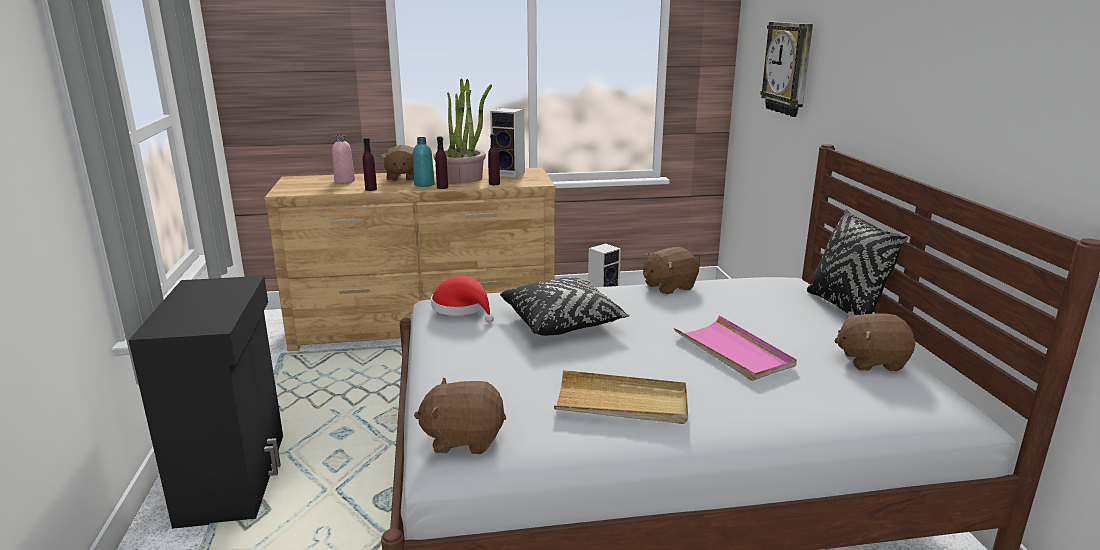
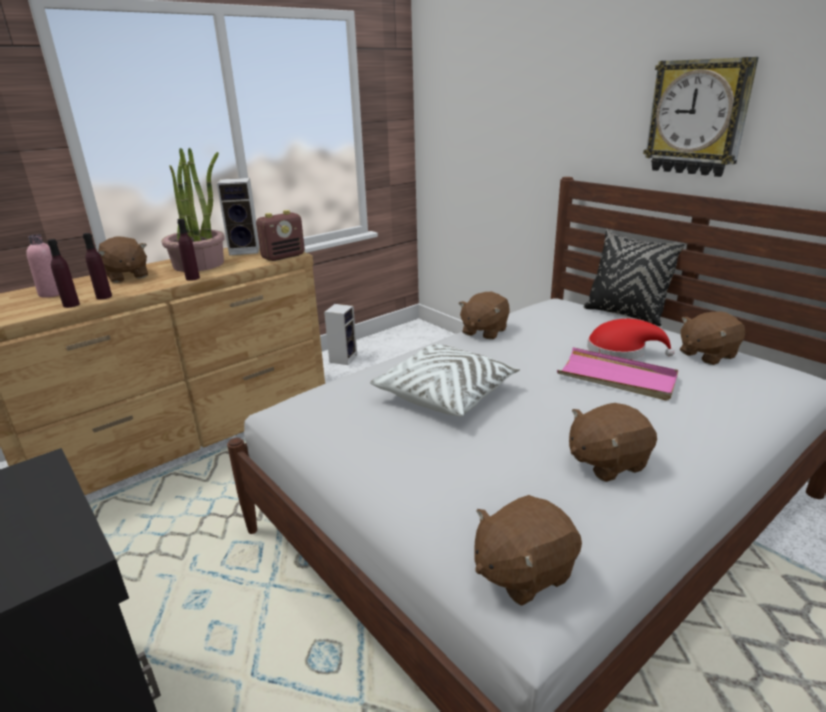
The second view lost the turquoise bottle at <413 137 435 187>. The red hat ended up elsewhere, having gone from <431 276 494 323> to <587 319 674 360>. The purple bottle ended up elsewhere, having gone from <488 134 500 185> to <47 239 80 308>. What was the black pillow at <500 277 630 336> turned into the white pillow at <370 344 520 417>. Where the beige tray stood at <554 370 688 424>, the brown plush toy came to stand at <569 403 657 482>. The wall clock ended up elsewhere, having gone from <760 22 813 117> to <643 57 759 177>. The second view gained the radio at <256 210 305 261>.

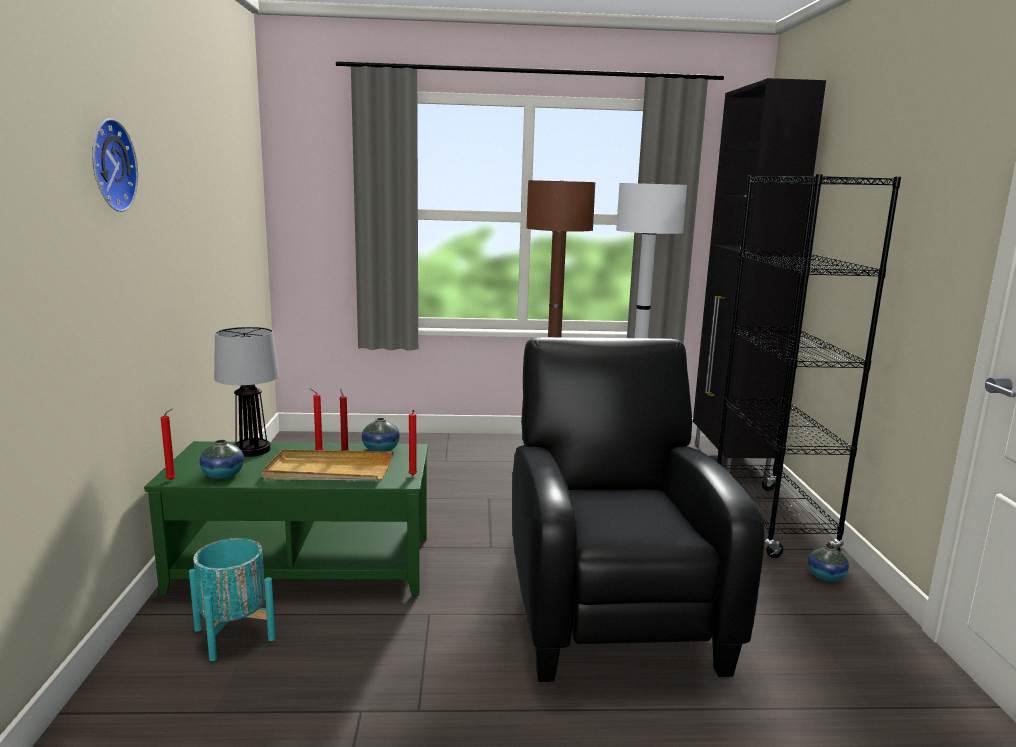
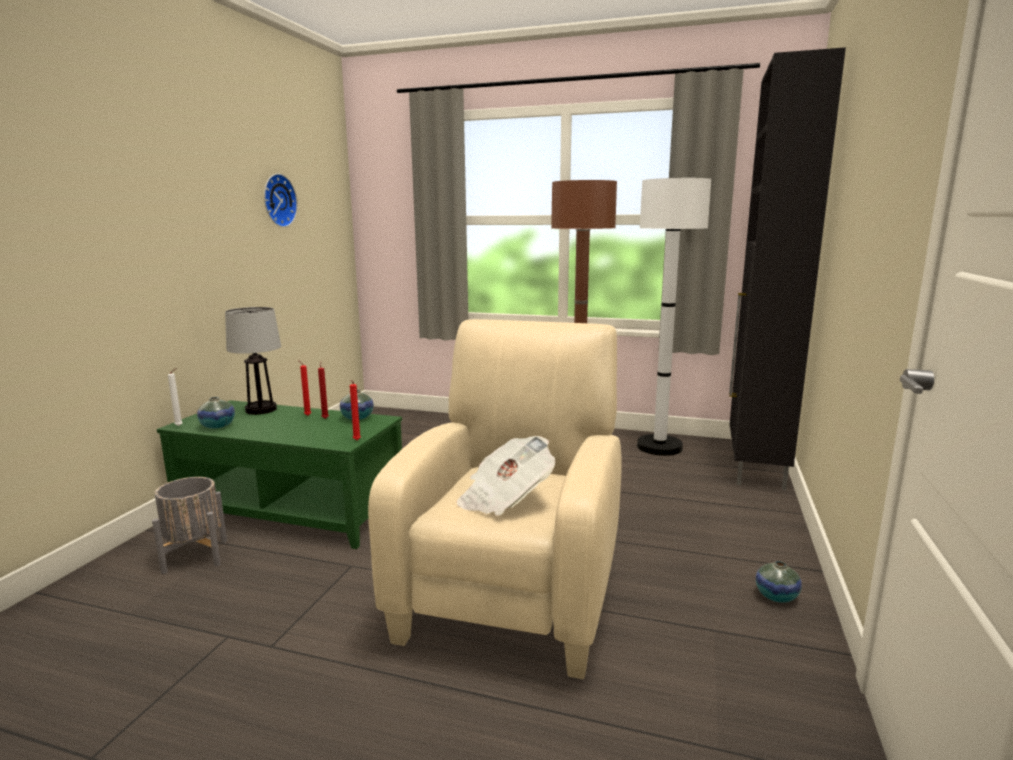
The wall clock ended up elsewhere, having gone from <92 118 138 212> to <264 173 298 227>. What was the red candle at <161 409 176 480> turned into the white candle at <168 368 183 426>. What was the turquoise planter at <189 538 276 661> turned into the grey planter at <152 477 227 574>. The second view lost the beige tray at <262 450 392 480>. What was the black armchair at <512 337 764 682> turned into the beige armchair at <368 319 622 679>. The second view lost the black bookcase at <717 174 901 558>. The second view gained the newspaper at <457 436 555 516>.

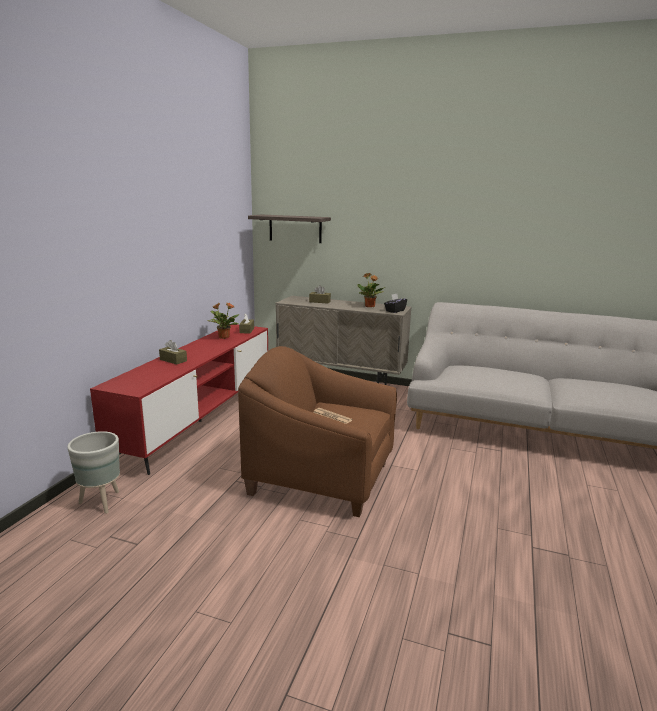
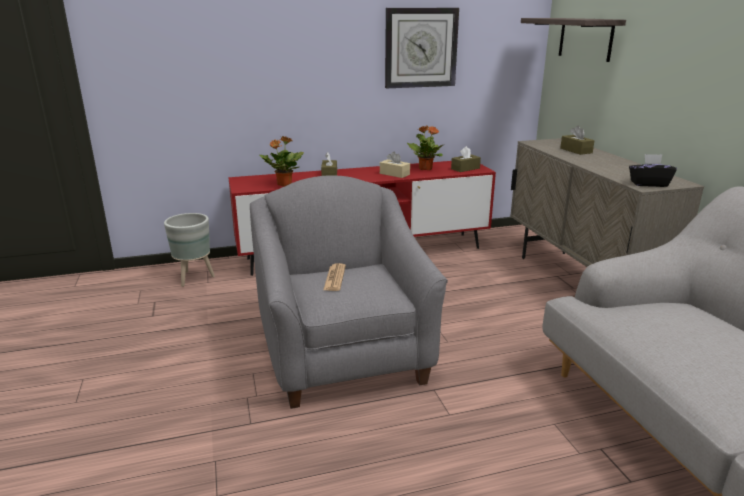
What was the brown armchair at <238 346 397 517> turned into the grey armchair at <250 175 448 409>. The potted plant ended up elsewhere, having gone from <357 273 386 307> to <259 136 304 186>. The second view gained the beige tissue box at <380 151 410 178>. The second view gained the wall clock at <385 8 459 88>.

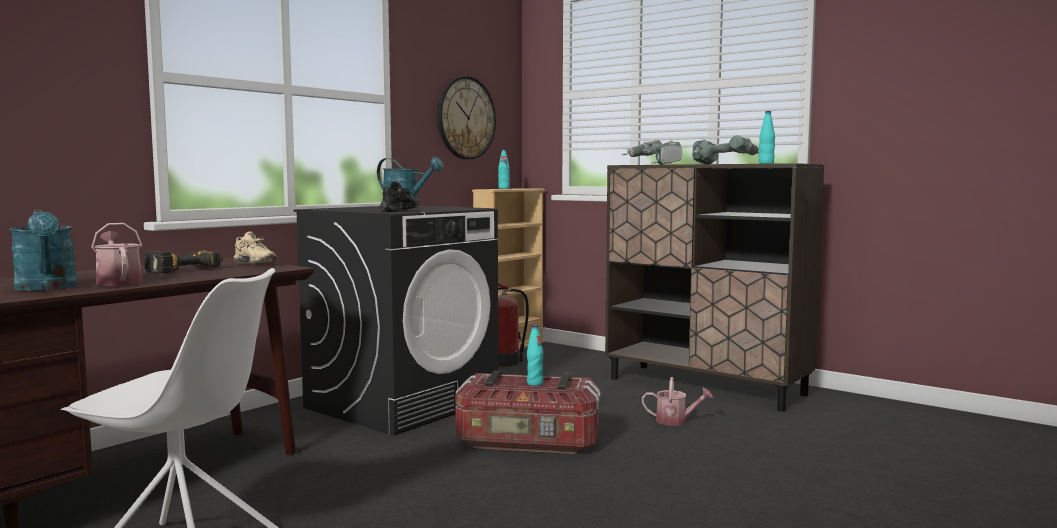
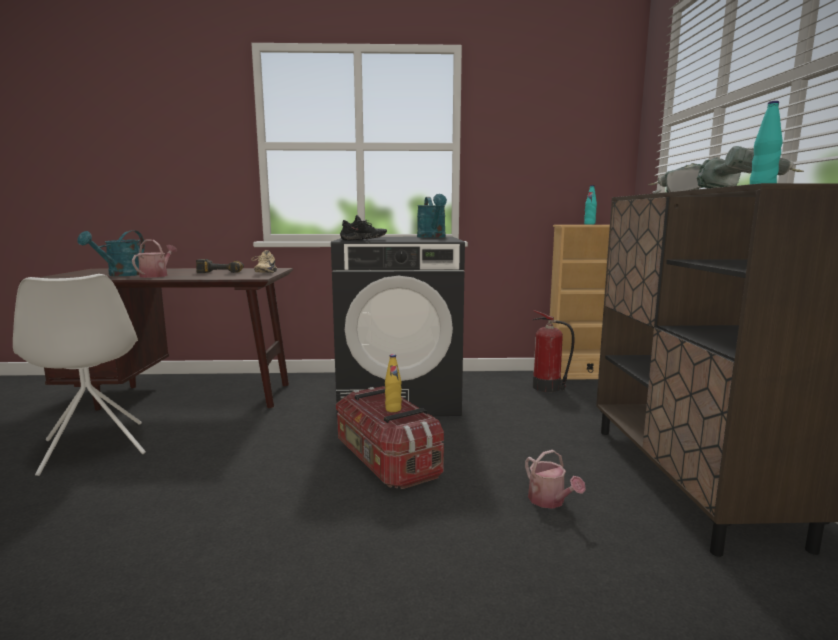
The second view lost the wall clock at <437 76 496 159>. What was the turquoise bottle at <527 325 543 386> turned into the yellow bottle at <385 354 402 412>.

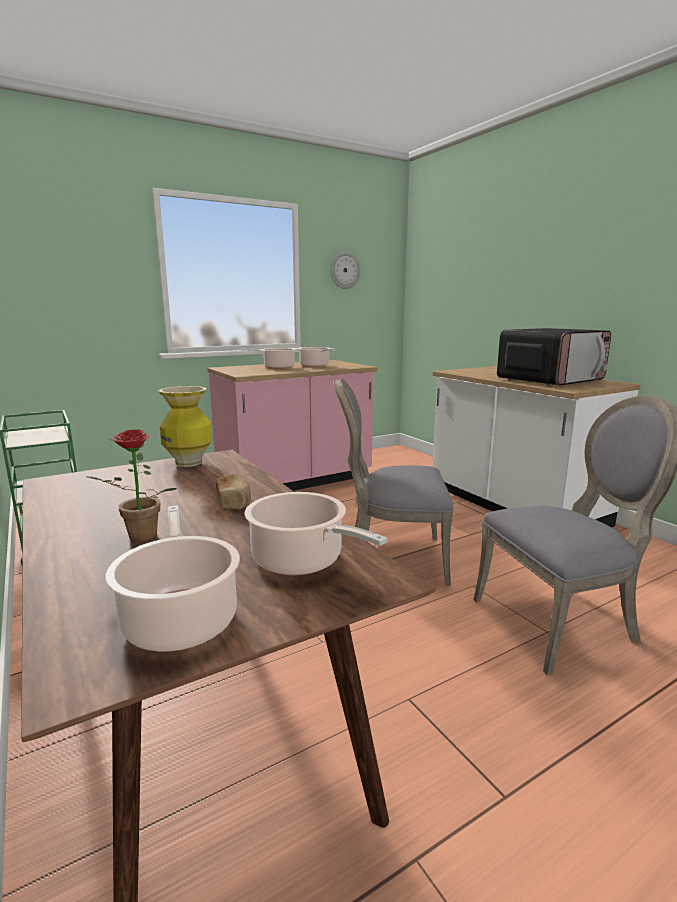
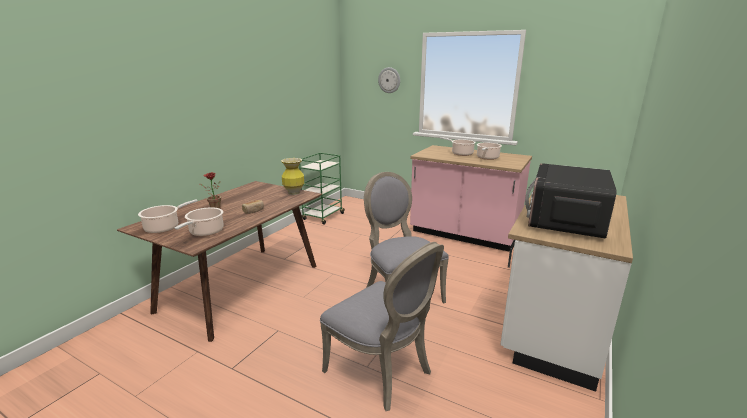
The wall clock ended up elsewhere, having gone from <330 252 360 289> to <378 67 400 93>. The microwave at <497 328 611 386> ended up facing another way, 90 degrees clockwise from before.

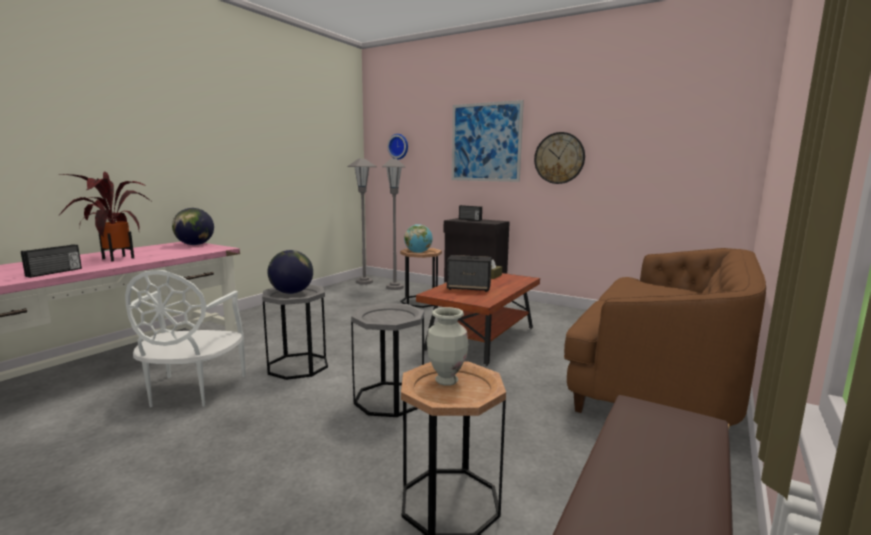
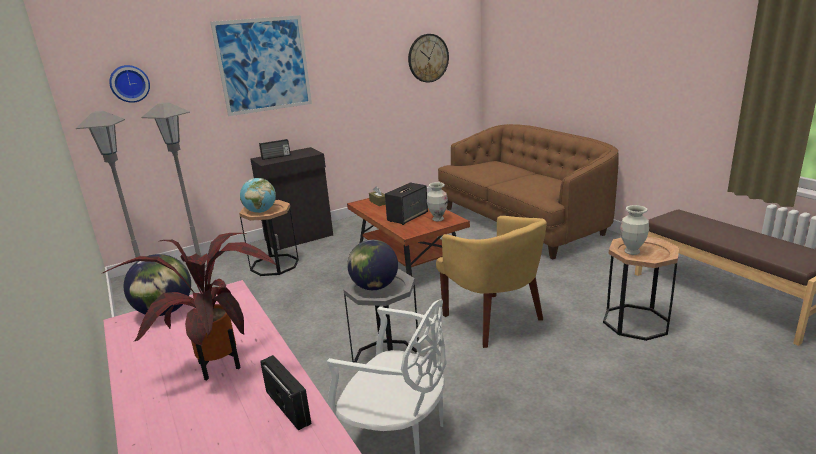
Where the grey side table stood at <351 303 424 417>, the yellow armchair came to stand at <436 216 547 348>. The wall clock ended up elsewhere, having gone from <534 132 585 184> to <408 34 449 83>. The second view gained the vase at <427 182 448 221>.

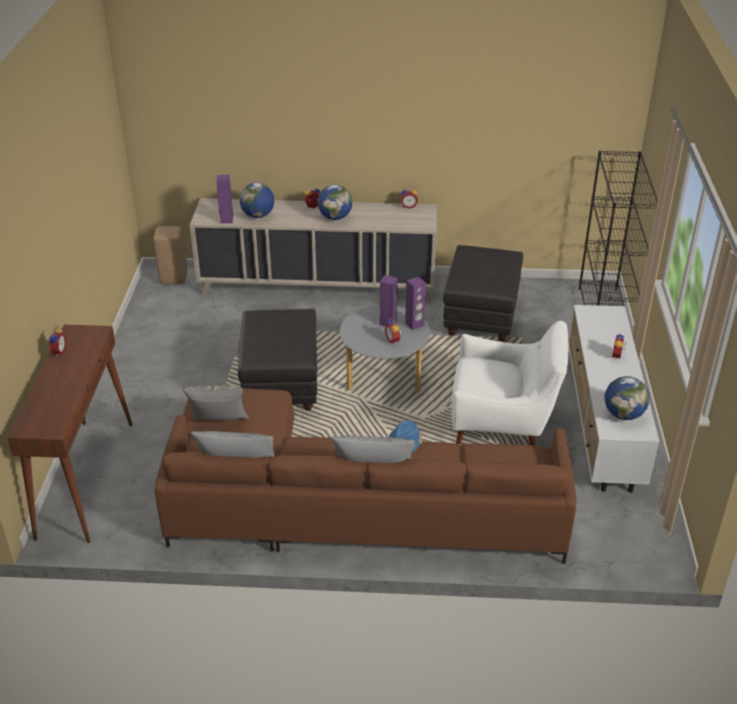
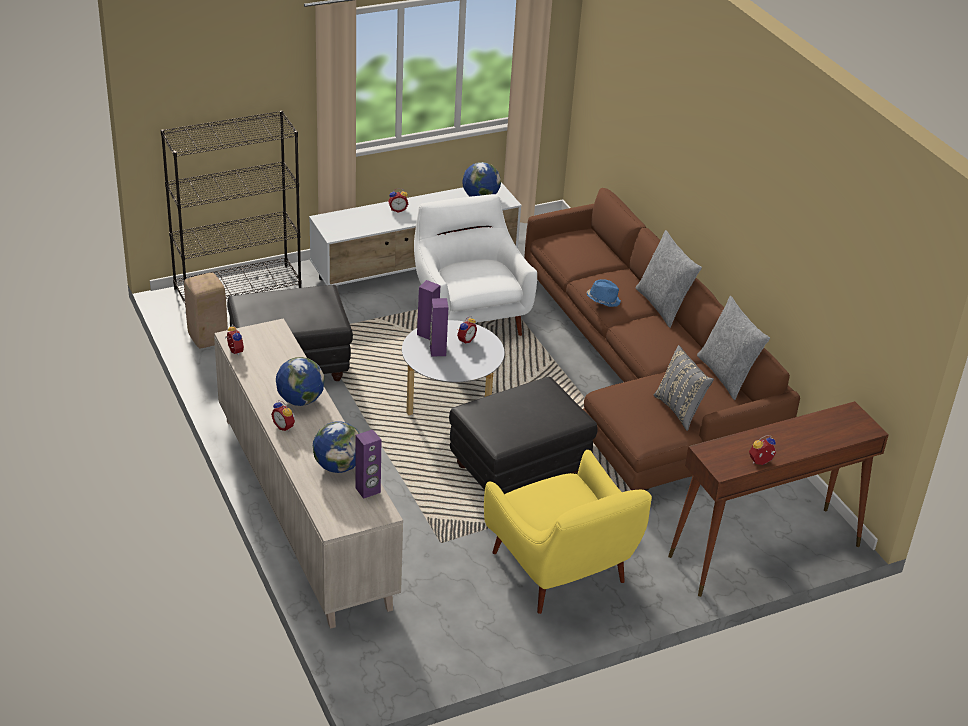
The beige stool ended up elsewhere, having gone from <153 226 187 284> to <184 273 228 348>. The second view gained the yellow armchair at <484 450 652 614>.

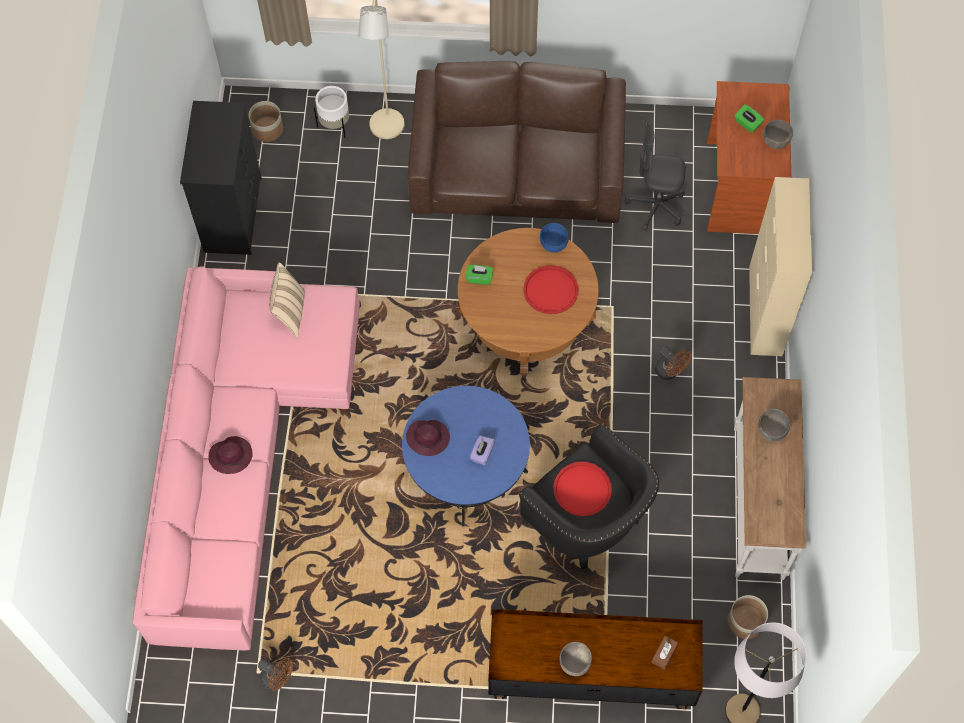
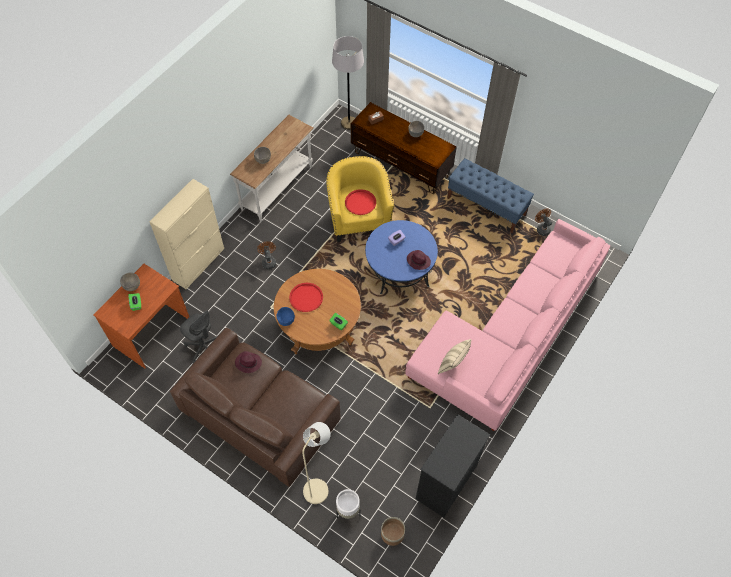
The purple hat ended up elsewhere, having gone from <208 436 253 474> to <235 351 262 373>. What was the black armchair at <519 423 659 569> turned into the yellow armchair at <326 156 394 242>. The second view lost the planter at <728 595 768 639>. The second view gained the blue bench at <447 158 534 234>.

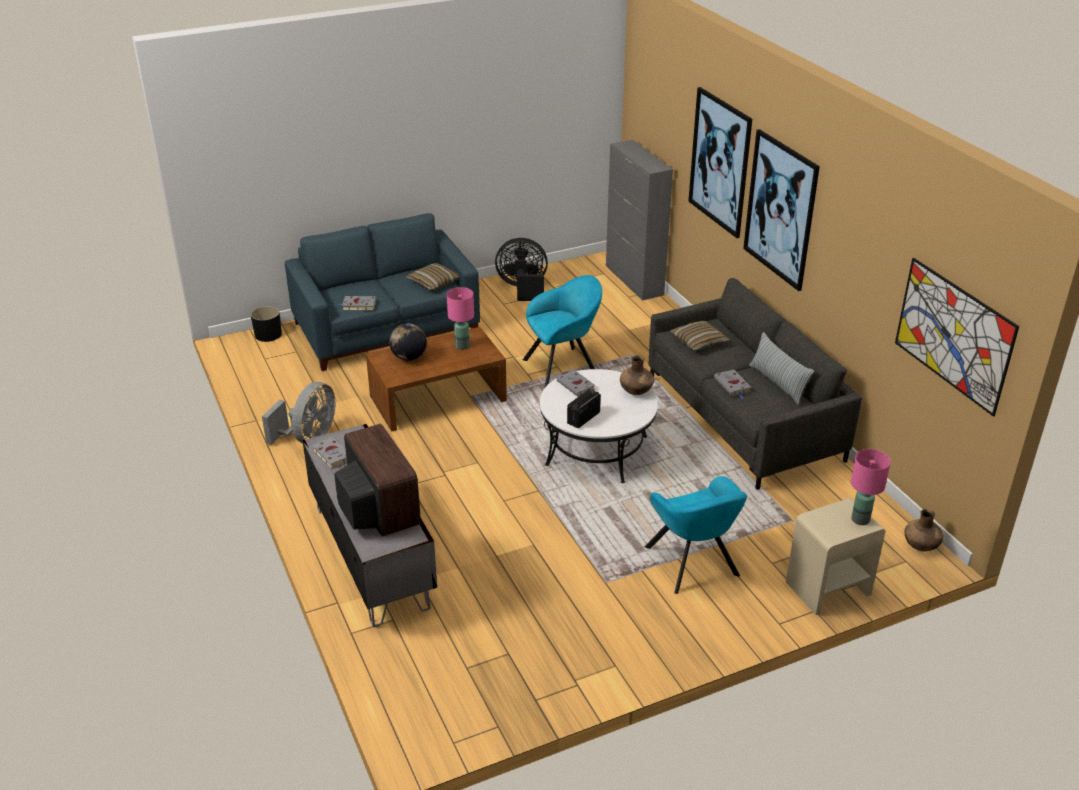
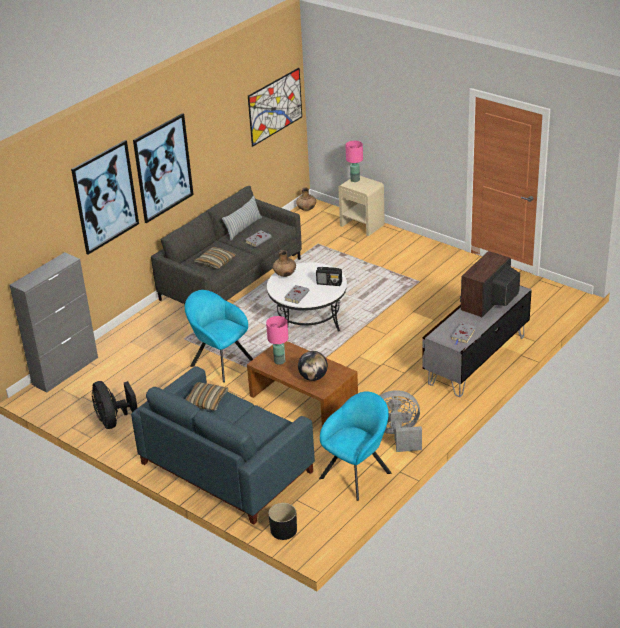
The second view lost the grey book at <339 296 376 310>. The turquoise armchair ended up elsewhere, having gone from <645 476 747 594> to <319 391 392 501>.

